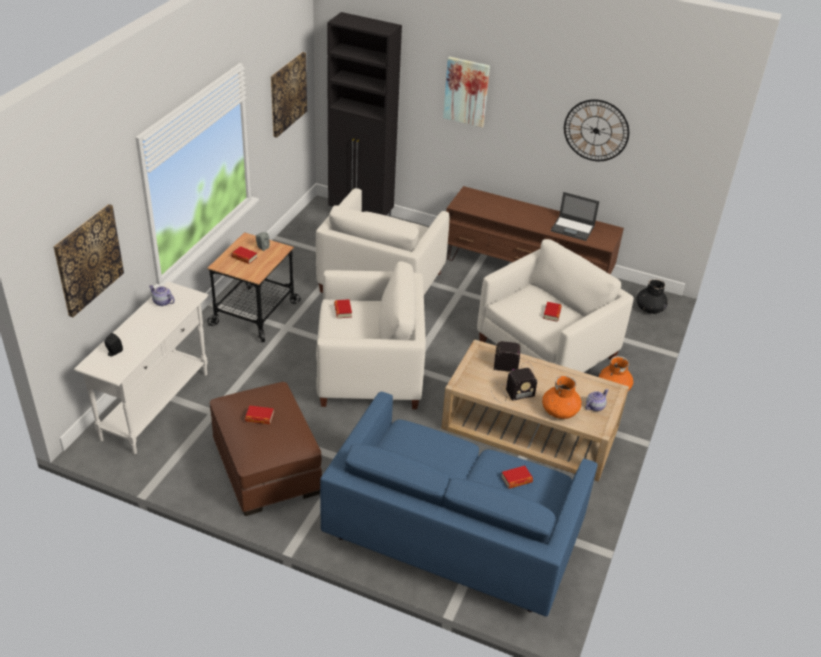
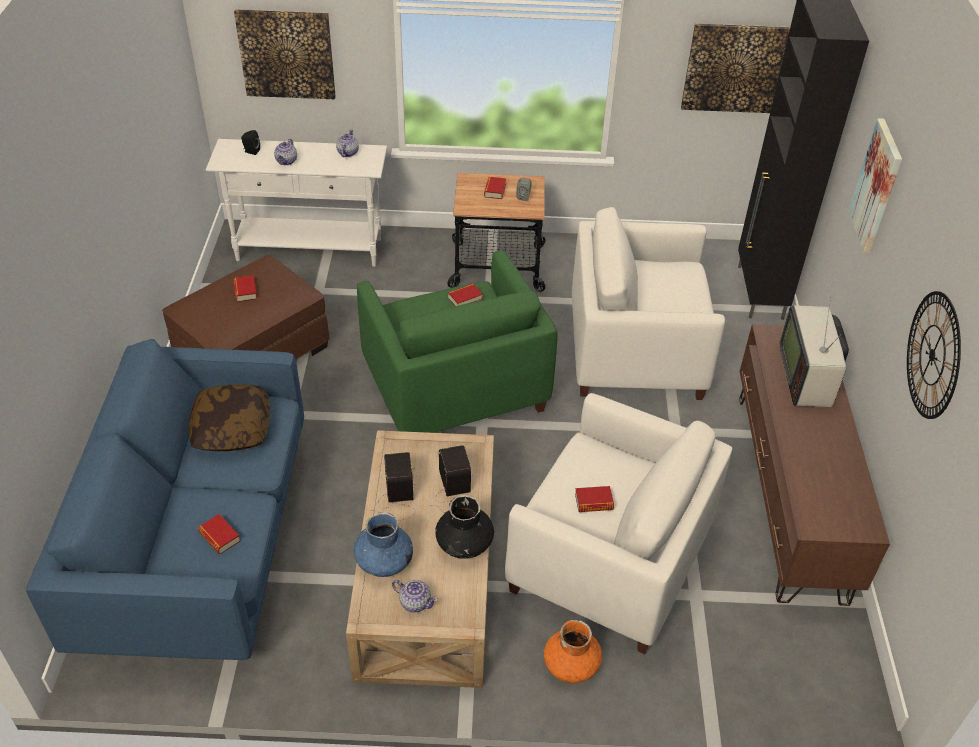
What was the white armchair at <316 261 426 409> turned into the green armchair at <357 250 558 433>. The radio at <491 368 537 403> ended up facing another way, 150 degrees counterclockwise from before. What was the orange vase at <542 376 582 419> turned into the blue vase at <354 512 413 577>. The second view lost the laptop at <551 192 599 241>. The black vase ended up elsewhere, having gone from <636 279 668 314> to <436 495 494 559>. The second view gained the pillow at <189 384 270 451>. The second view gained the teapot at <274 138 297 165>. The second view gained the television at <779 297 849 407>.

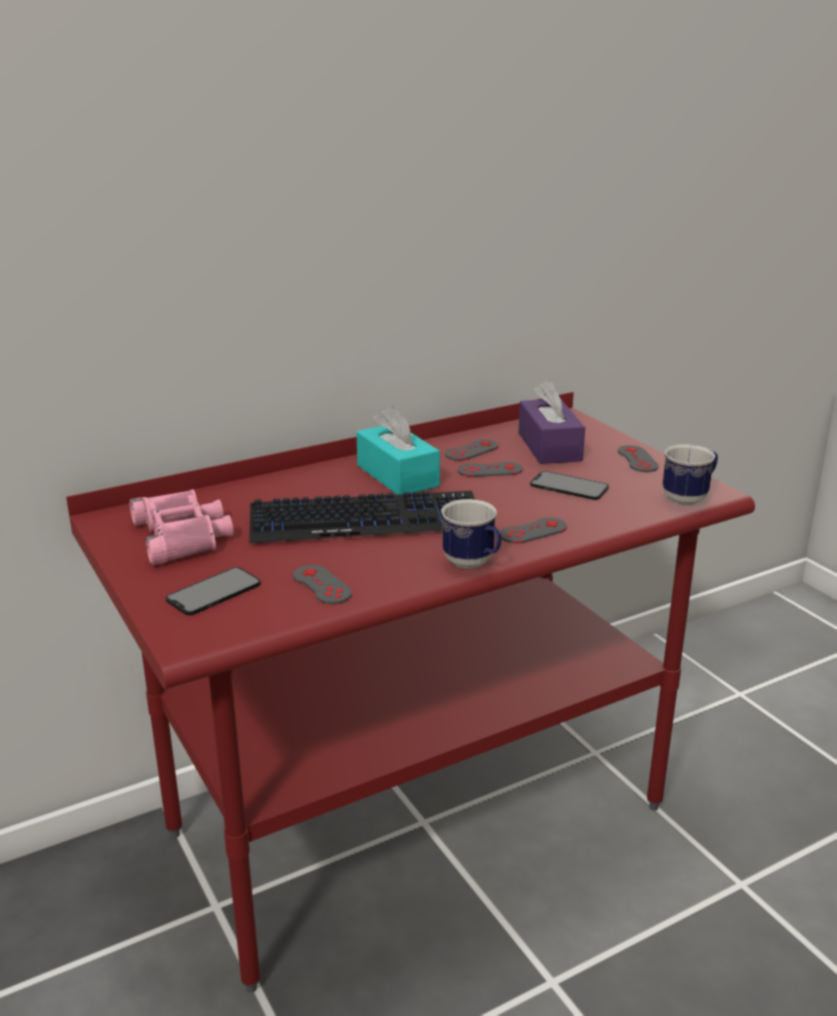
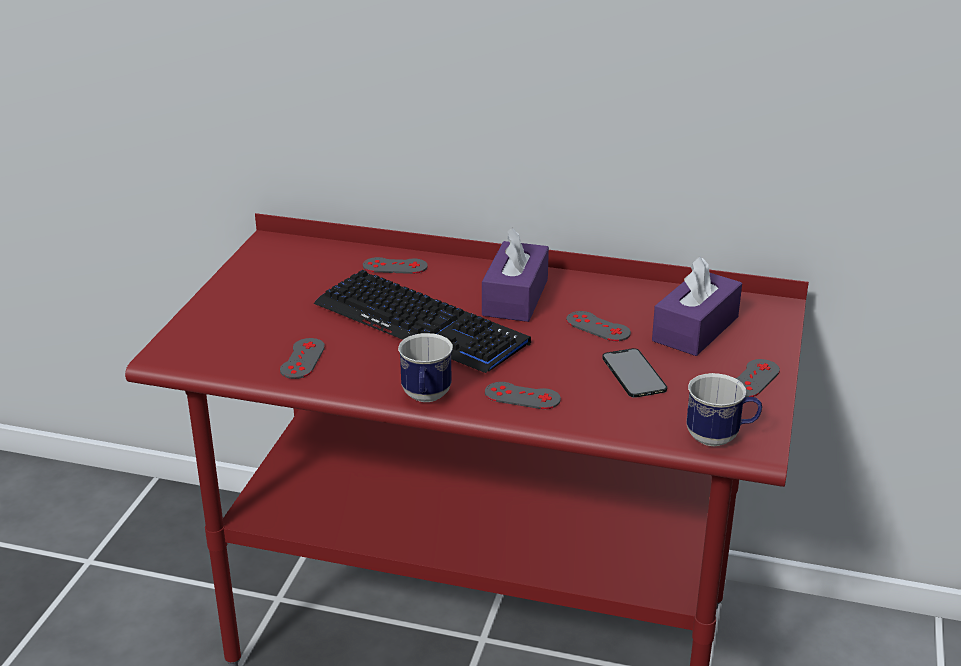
The second view lost the pink binoculars at <129 489 234 565>. The second view lost the phone at <166 567 261 615>. What was the turquoise tissue box at <356 406 440 495> turned into the purple tissue box at <482 227 549 322>. The grey game controller ended up elsewhere, having gone from <445 439 498 461> to <363 257 428 274>.

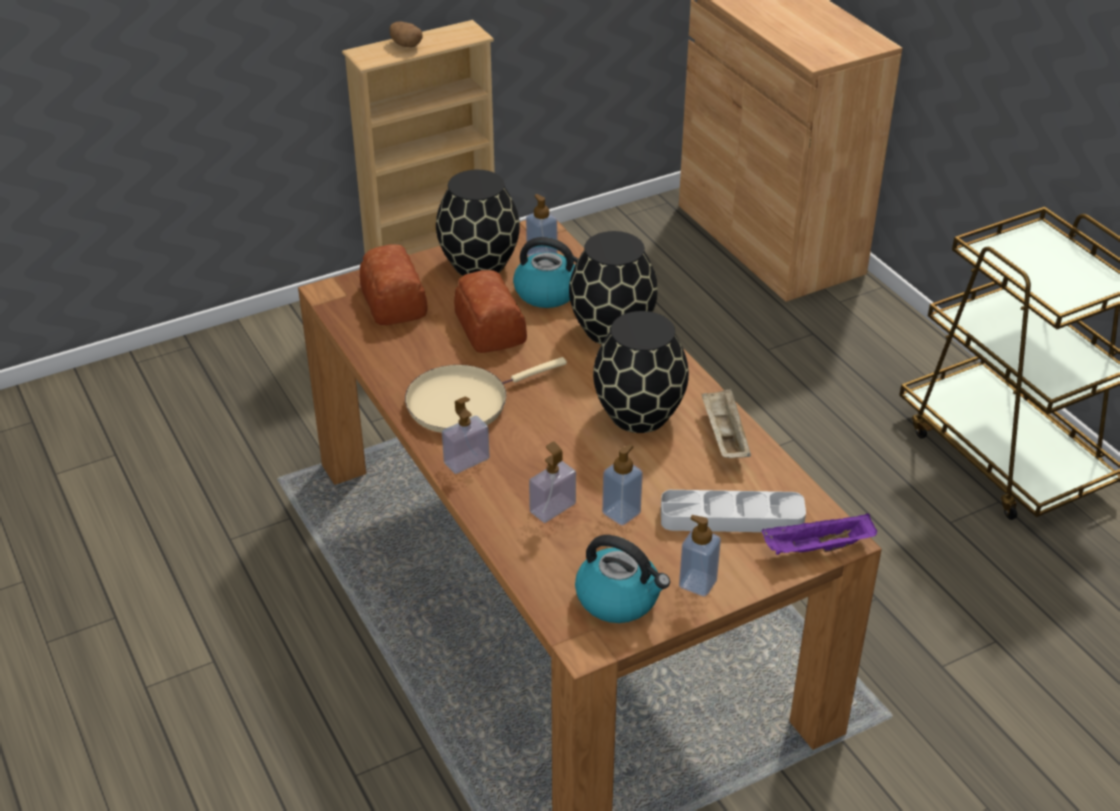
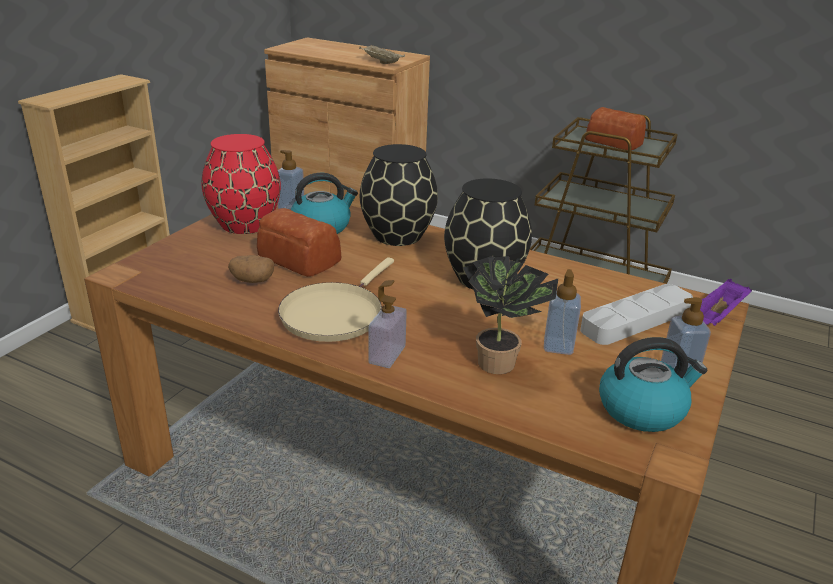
The bread ended up elsewhere, having gone from <360 244 428 325> to <585 107 646 150>. The potato ended up elsewhere, having gone from <389 21 423 47> to <228 255 274 283>. What was the black vase at <436 170 520 276> turned into the red vase at <201 134 281 234>. Where the soap dispenser stood at <529 442 576 523>, the potted plant came to stand at <463 256 558 374>. The beige tray ended up elsewhere, having gone from <702 388 751 458> to <359 44 405 64>.

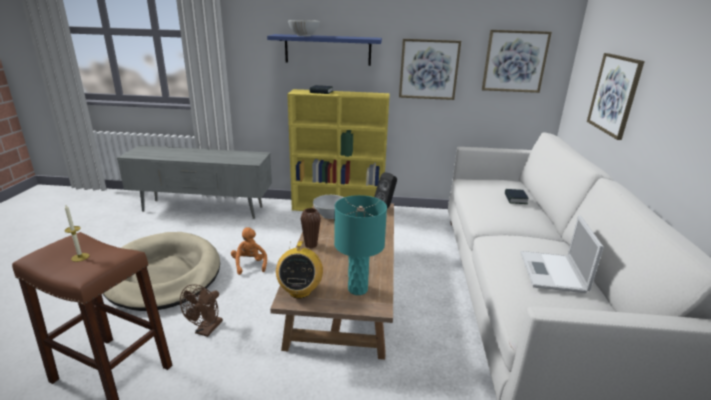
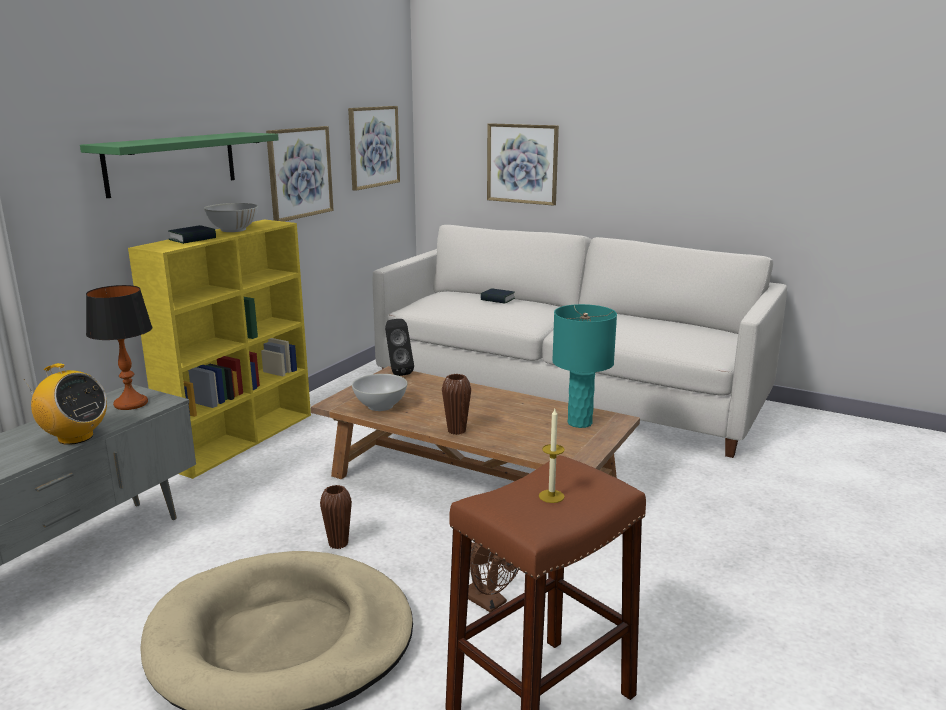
Where the orange plush toy stood at <231 227 267 275>, the brown vase came to stand at <320 485 352 549>. What was the blue shelf at <267 34 382 66> turned into the green shelf at <80 132 279 198>. The radio ended up elsewhere, having gone from <276 241 323 299> to <24 363 107 445>. The white bowl ended up elsewhere, having gone from <288 20 320 36> to <204 203 258 232>. The second view lost the laptop at <520 215 604 293>. The second view gained the table lamp at <86 285 152 410>.

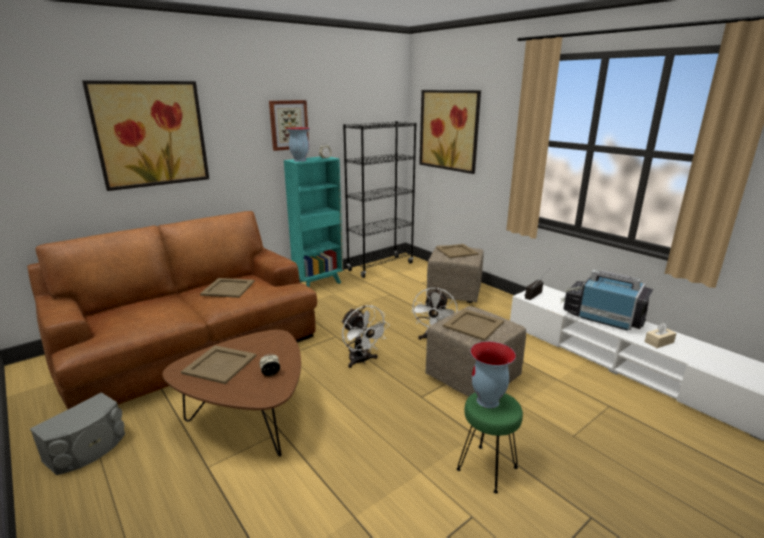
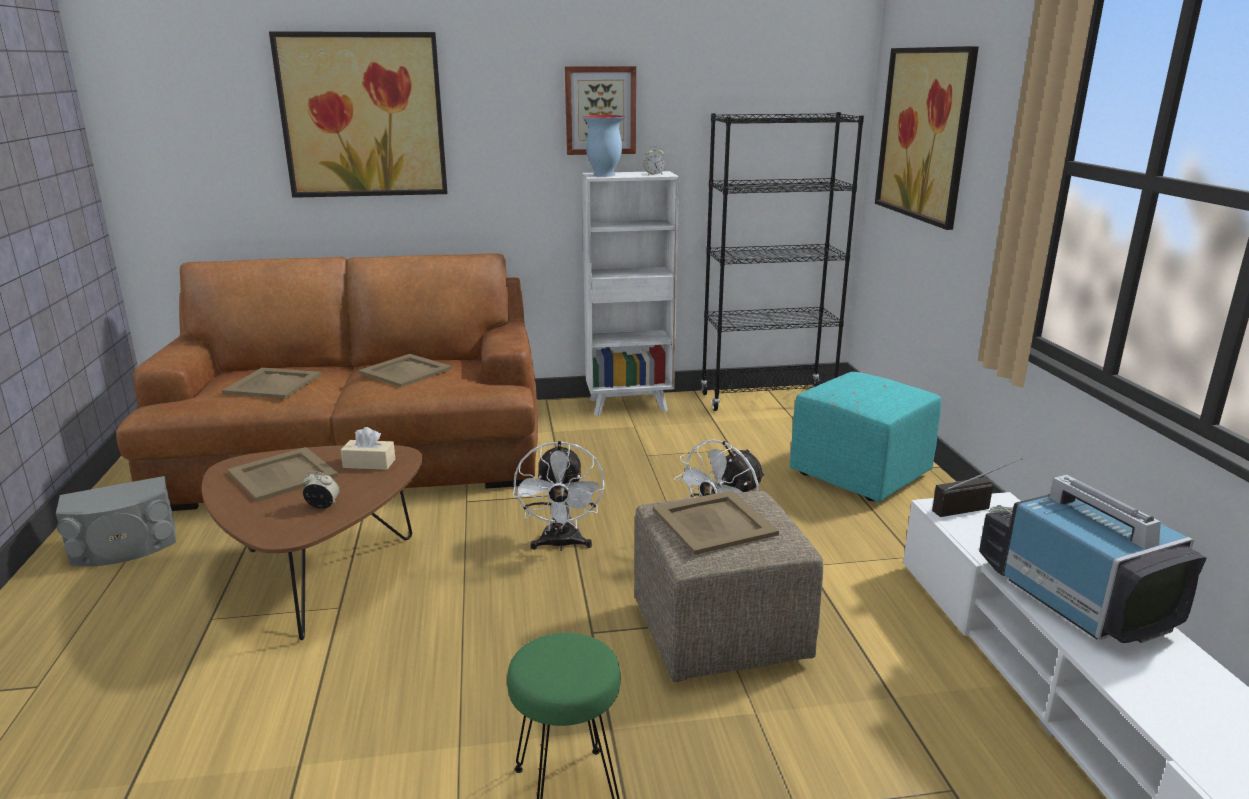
What was the turquoise bookcase at <284 157 343 287> turned into the white bookcase at <582 171 679 416>. What was the beige ottoman at <426 245 484 303> turned into the turquoise ottoman at <790 372 941 503>. The beige tray ended up elsewhere, having gone from <436 244 479 258> to <222 368 322 399>. The second view lost the vase at <470 341 516 408>. The beige tissue box ended up elsewhere, having gone from <645 322 677 348> to <341 427 395 470>.

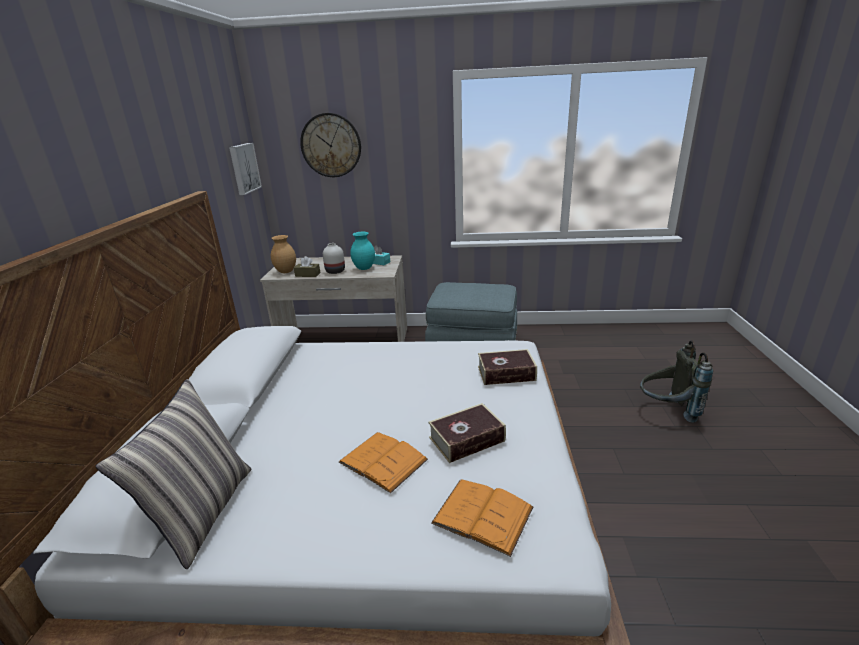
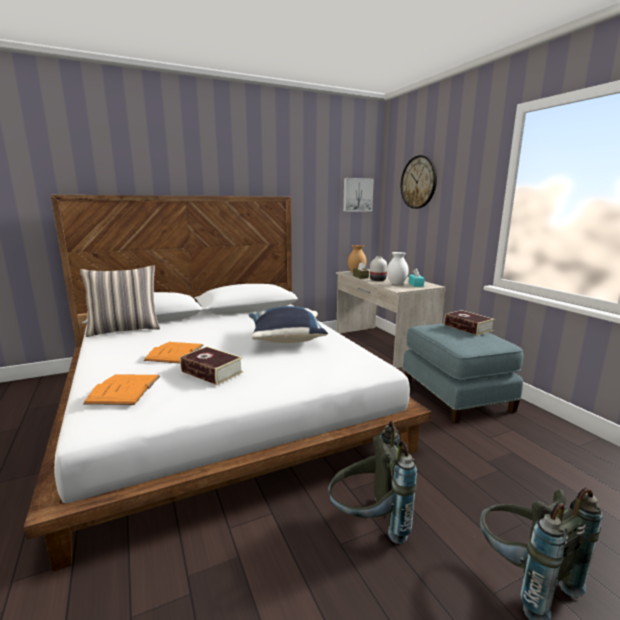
What was the turquoise vase at <350 232 375 270> turned into the white vase at <387 252 409 285>. The book ended up elsewhere, having gone from <478 349 537 385> to <444 310 495 336>. The second view gained the blue pillow at <249 306 328 343>. The second view gained the grey backpack at <328 421 417 544>.

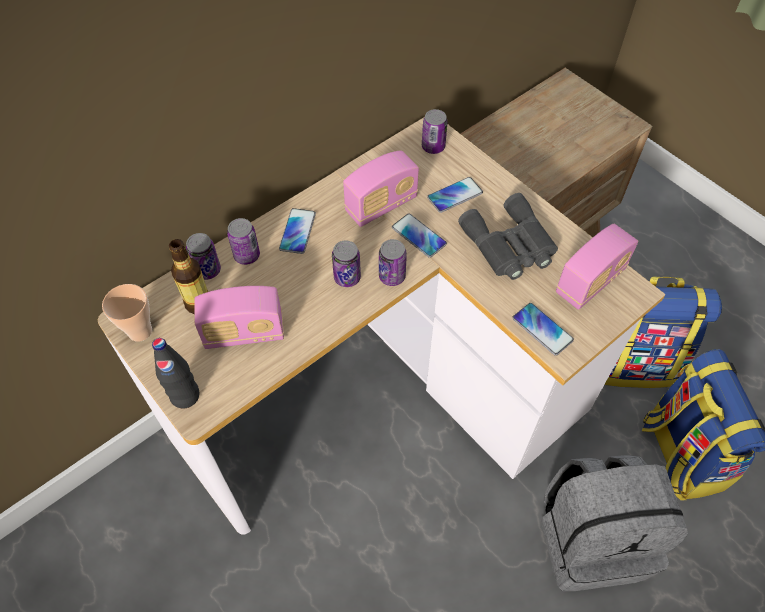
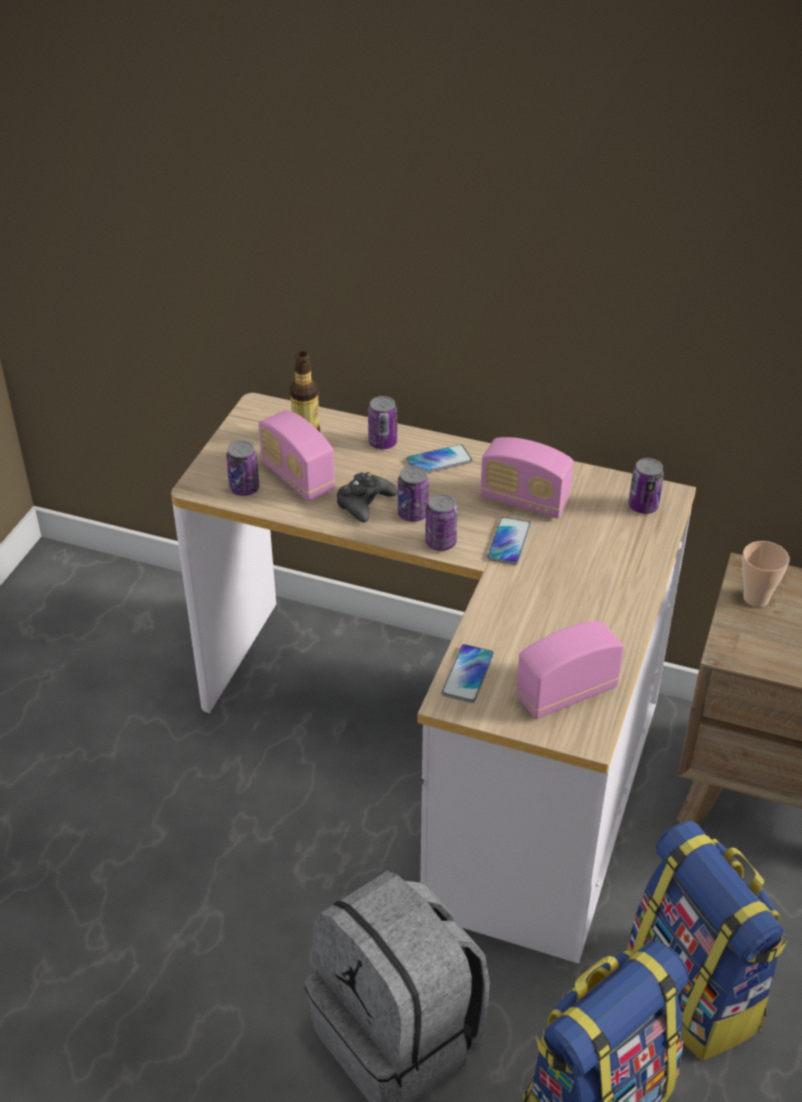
The cup ended up elsewhere, having gone from <102 284 152 342> to <742 541 789 607>. The second view lost the black bottle at <152 338 200 408>. The can ended up elsewhere, having gone from <186 233 221 280> to <226 441 259 496>. The second view lost the phone at <427 177 483 213>. The second view lost the grey binoculars at <458 193 558 280>. The radio at <556 224 639 310> ended up facing another way, 135 degrees clockwise from before. The second view gained the black game controller at <337 472 398 523>.

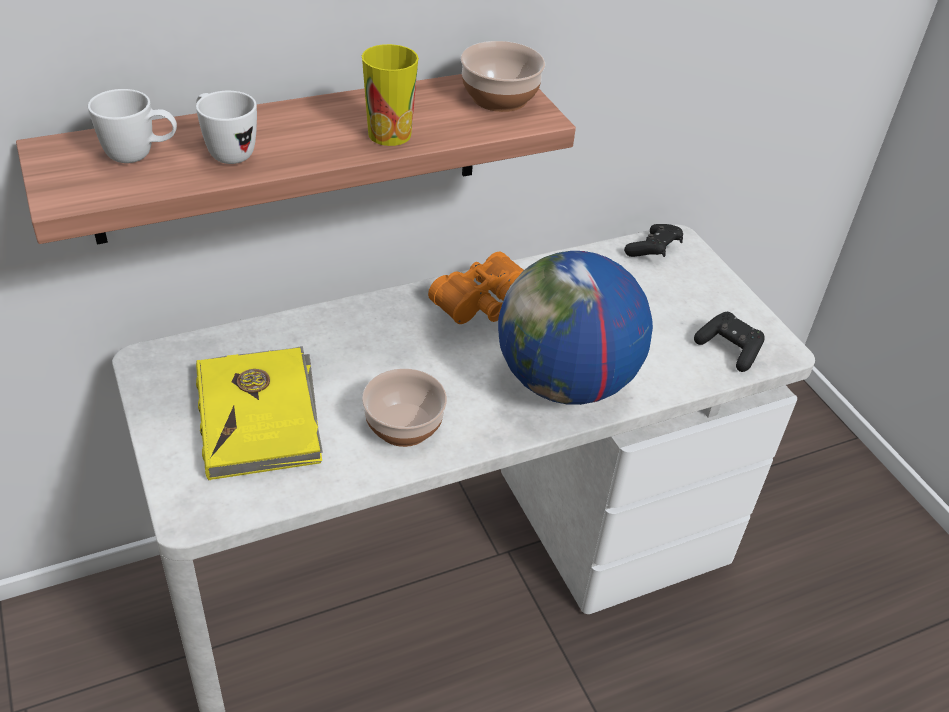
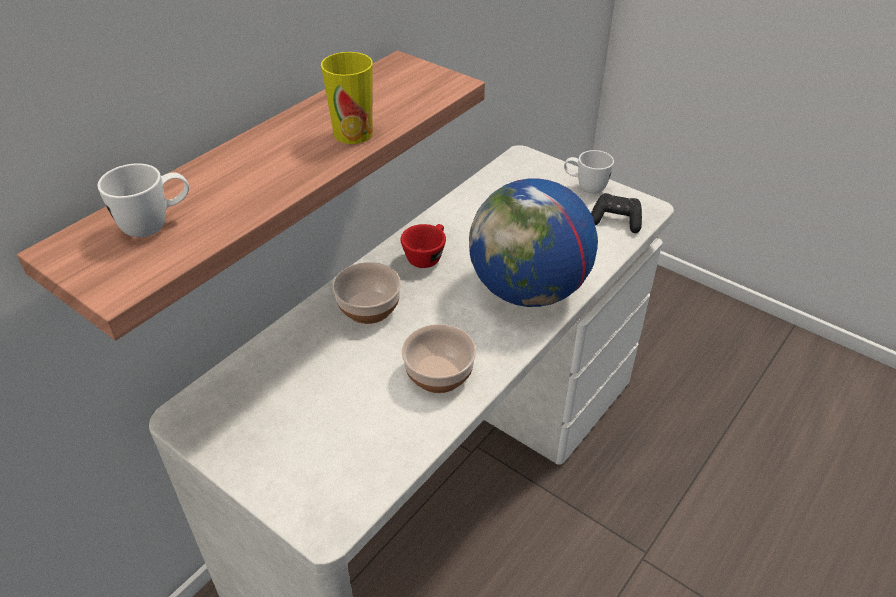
The white mug ended up elsewhere, having gone from <196 91 257 164> to <564 150 614 194>. The second view lost the yellow book at <196 346 323 480>. Where the orange binoculars stood at <428 252 524 324>, the red cup came to stand at <401 224 446 268>. The bowl ended up elsewhere, having gone from <461 41 545 112> to <333 262 401 324>. The second view lost the black game controller at <624 224 683 257>.

